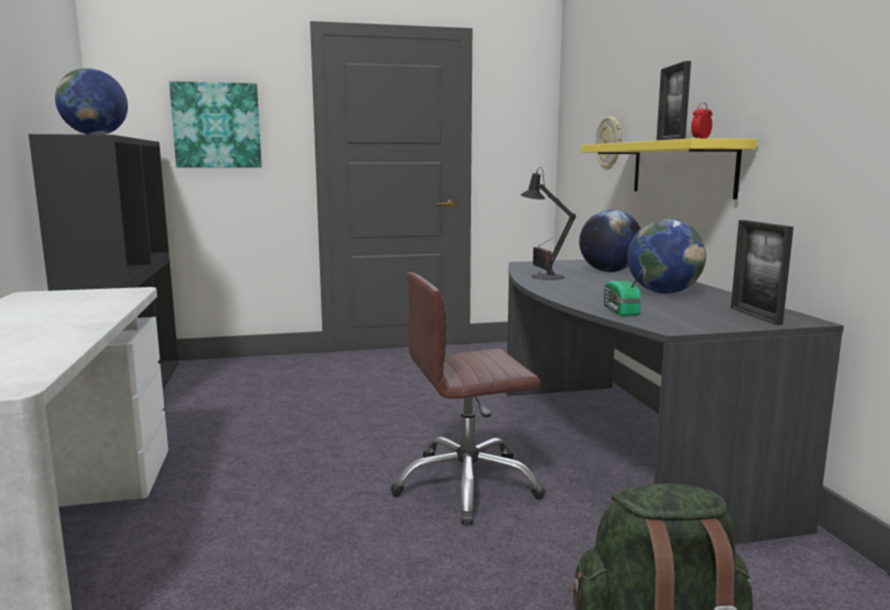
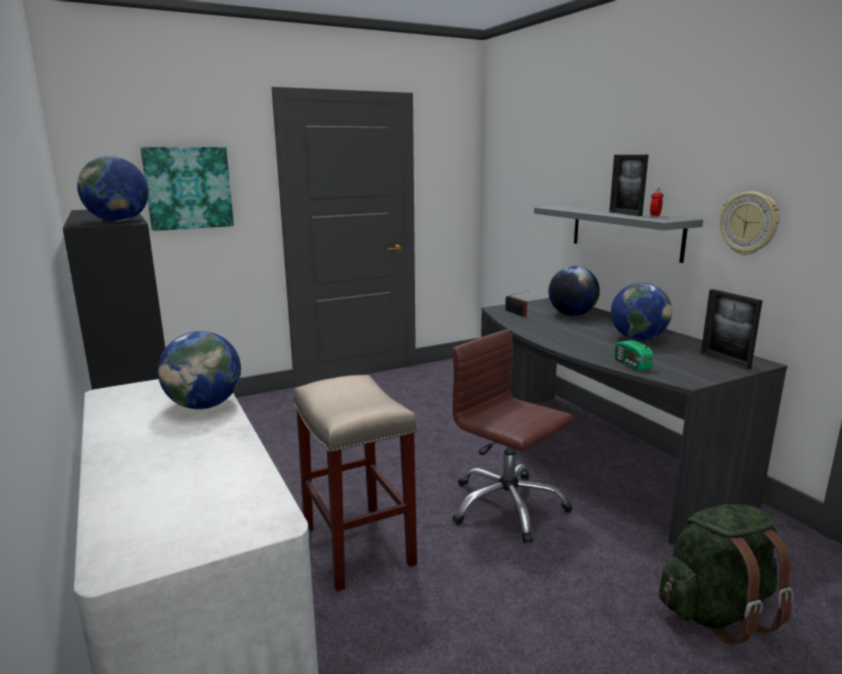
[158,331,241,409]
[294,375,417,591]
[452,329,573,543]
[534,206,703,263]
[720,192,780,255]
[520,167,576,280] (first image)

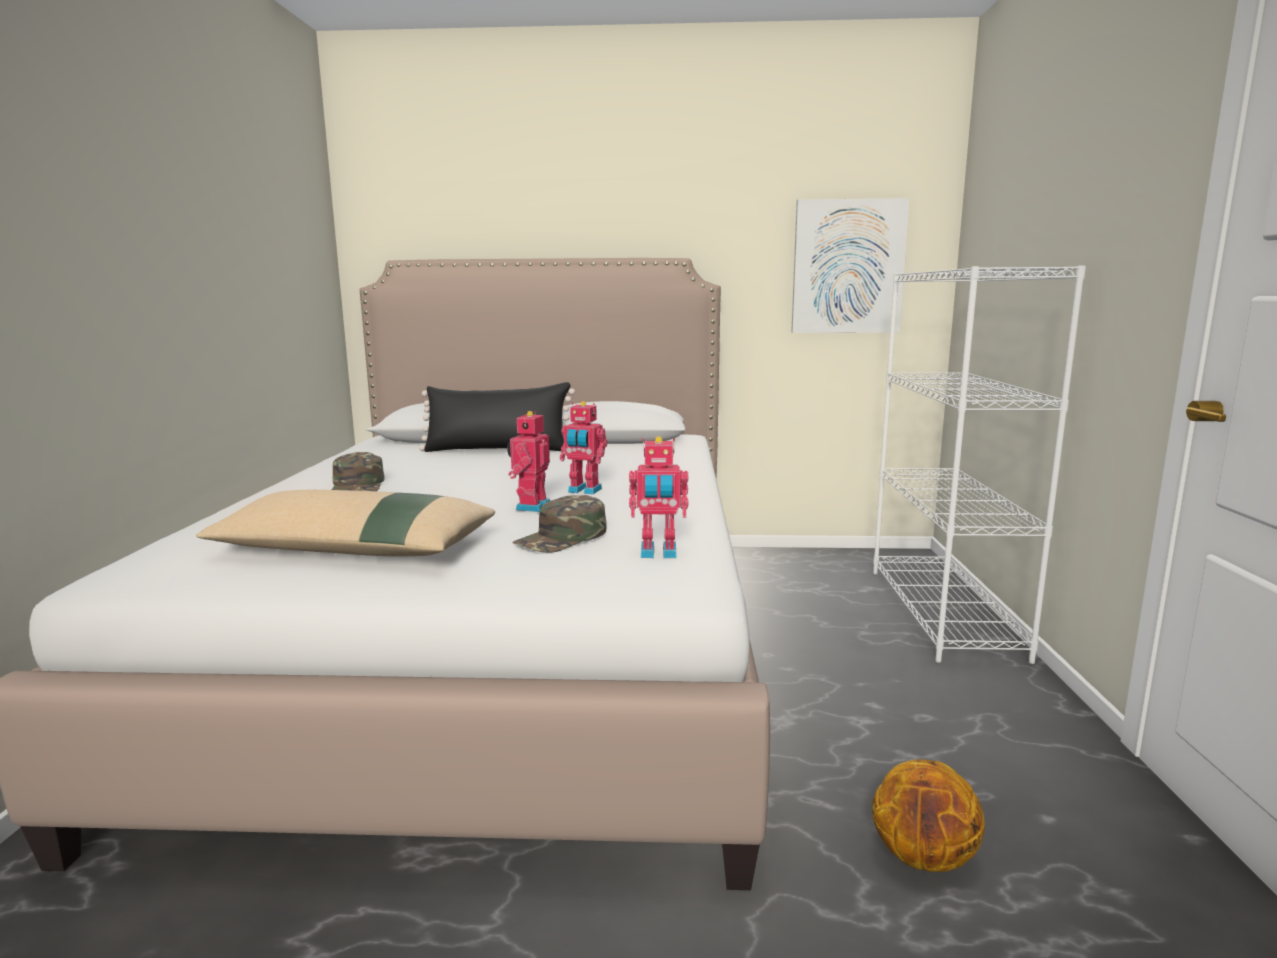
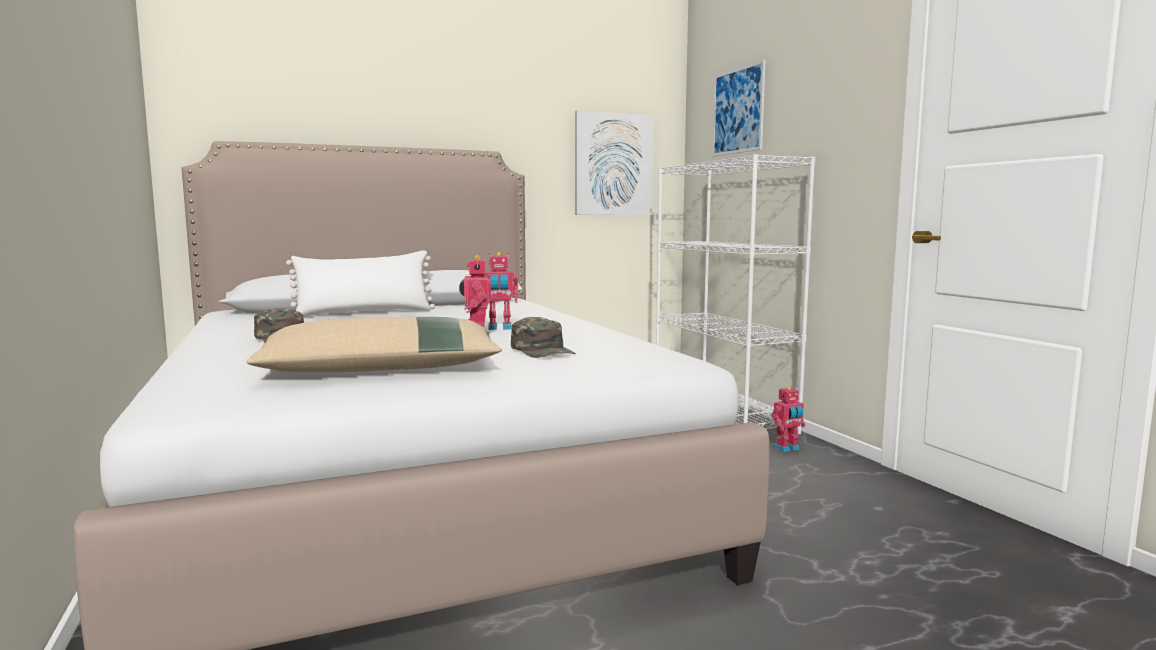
[286,250,435,317]
[511,317,576,358]
[712,60,766,156]
[771,386,806,452]
[872,759,985,872] (first image)

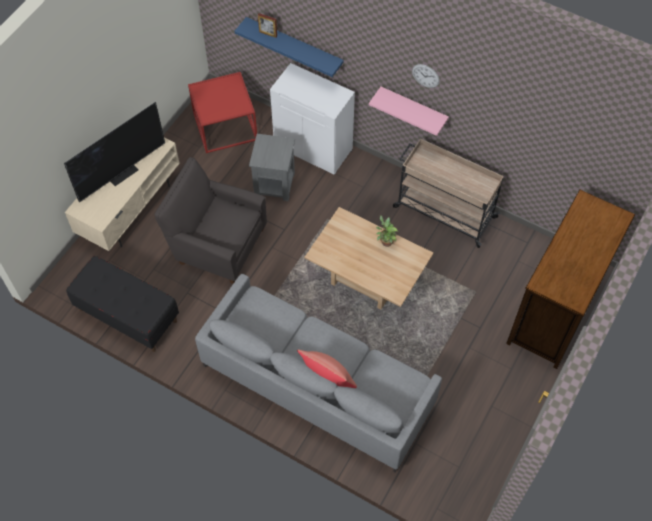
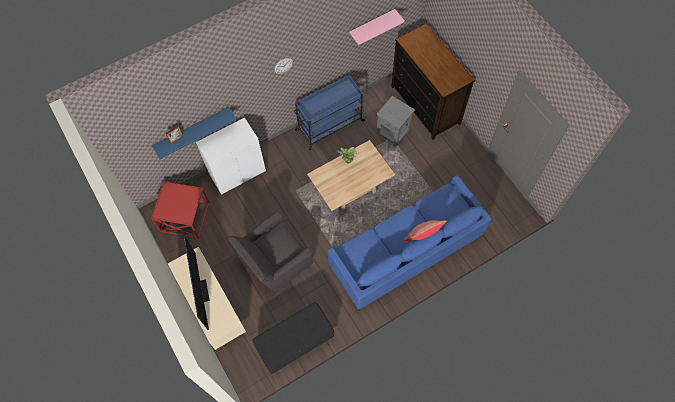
[294,75,366,150]
[327,176,492,311]
[349,9,405,45]
[376,96,415,147]

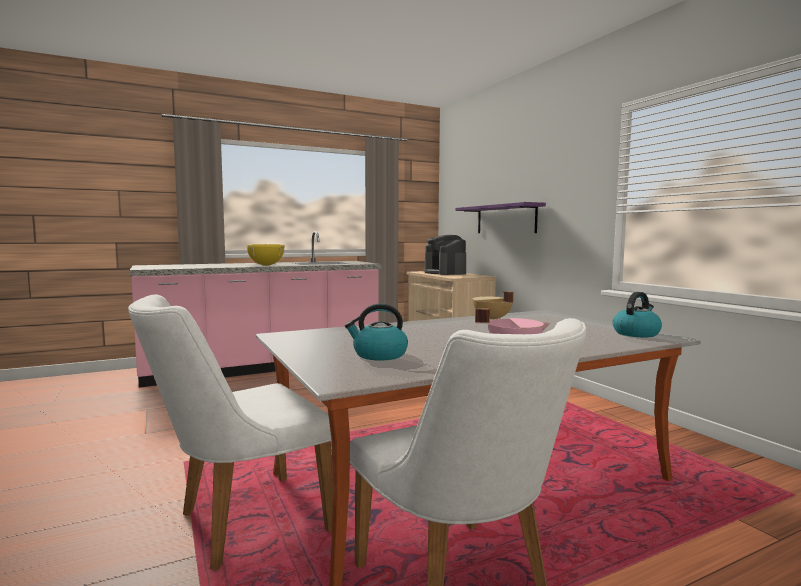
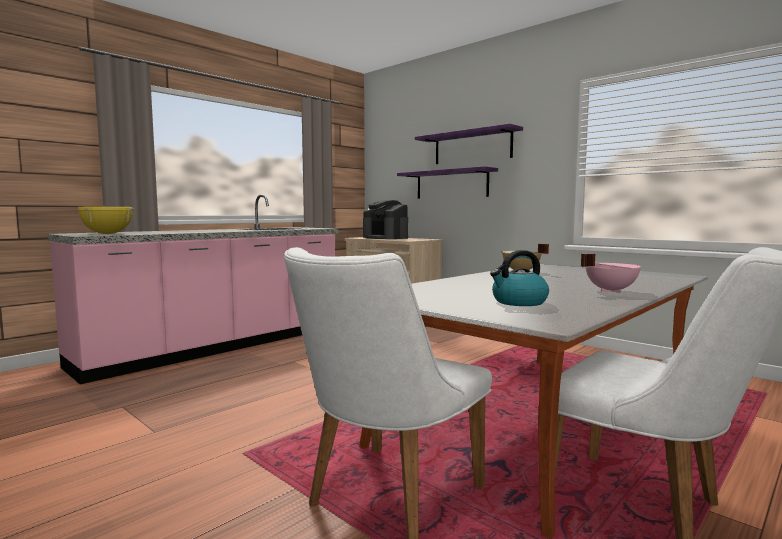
[78,207,134,234]
[415,124,523,164]
[613,292,662,337] (first image)

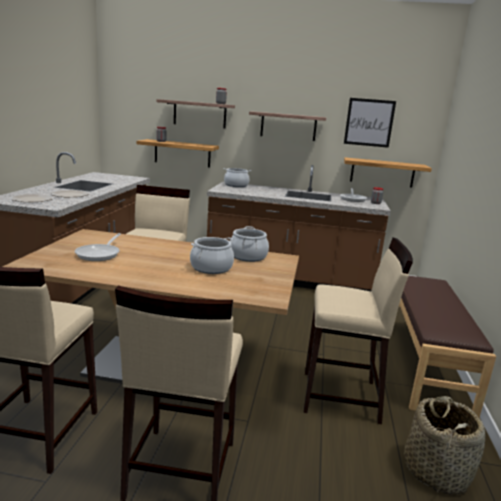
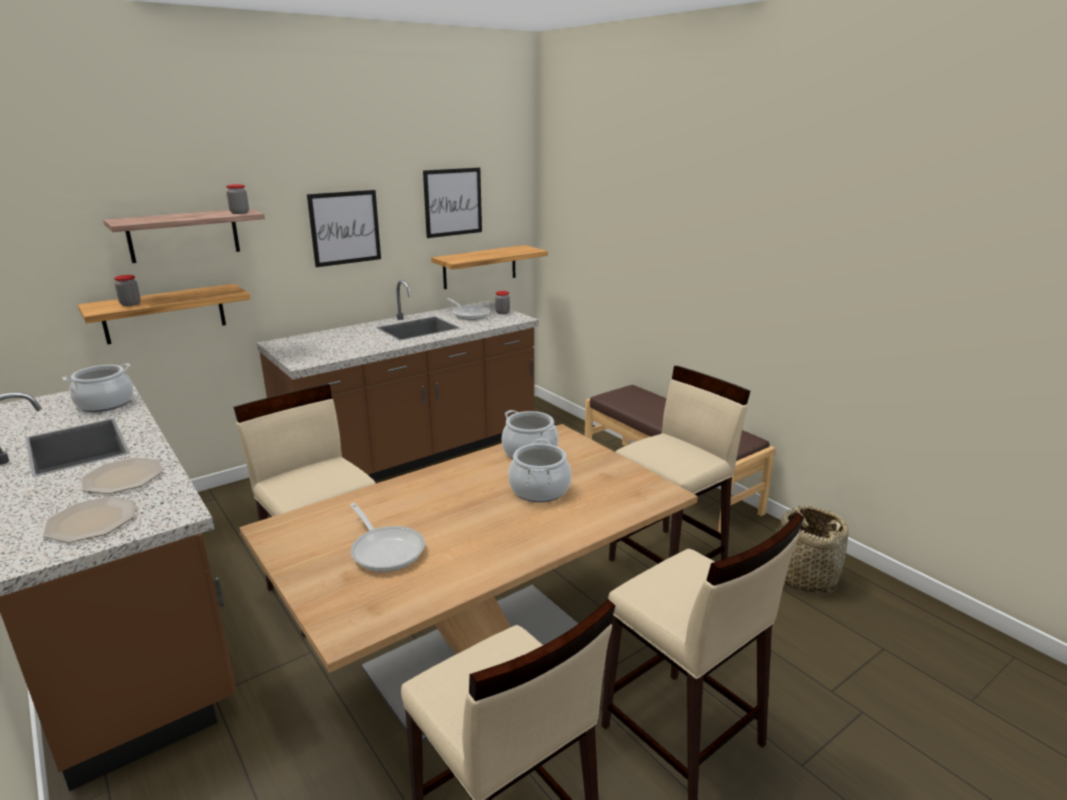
[62,363,133,412]
[307,190,381,267]

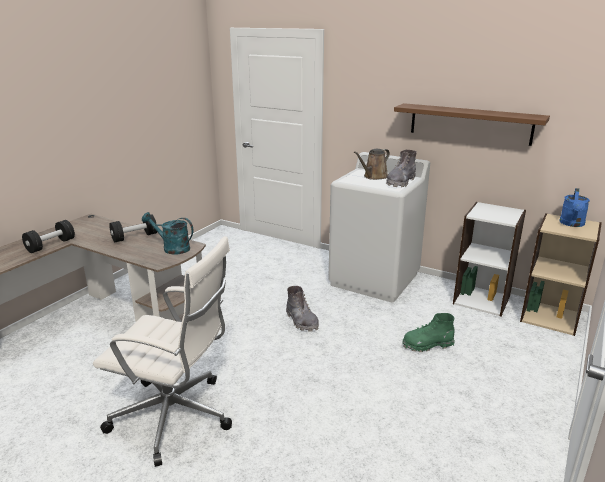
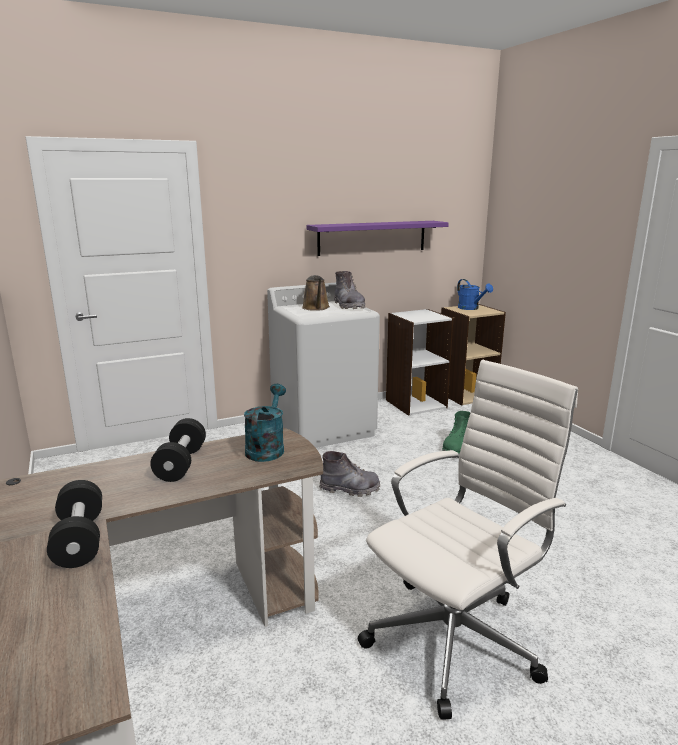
[244,384,286,462]
[306,221,449,256]

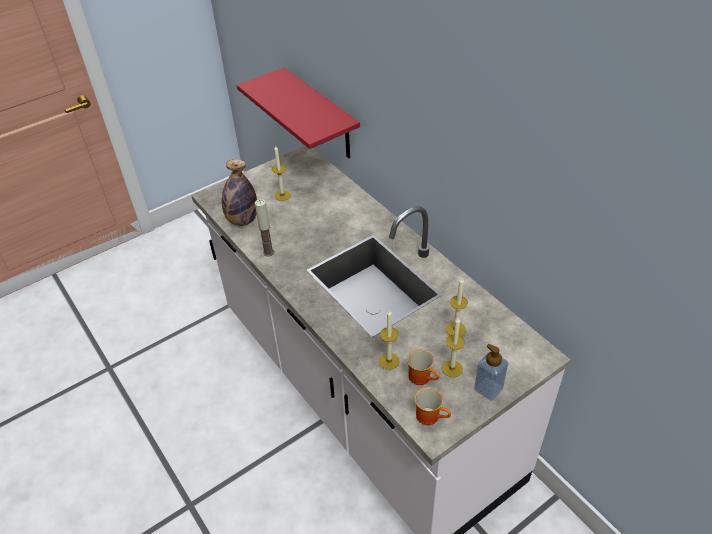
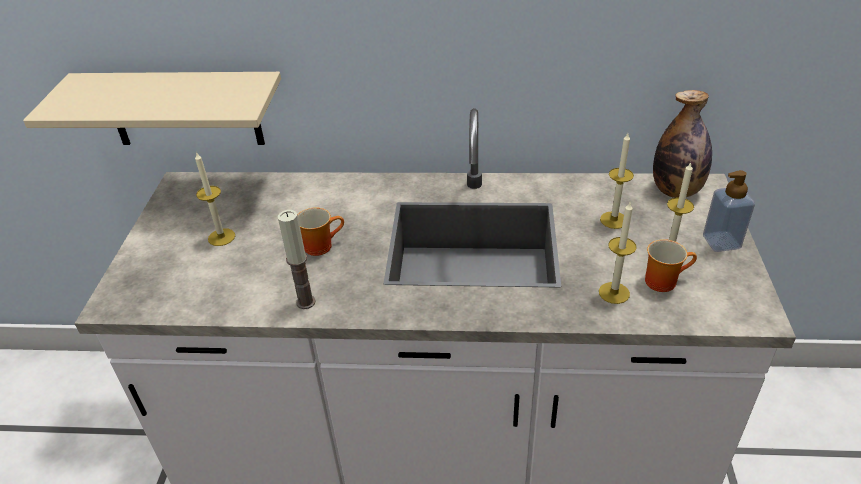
[23,72,281,145]
[297,207,344,256]
[653,90,712,198]

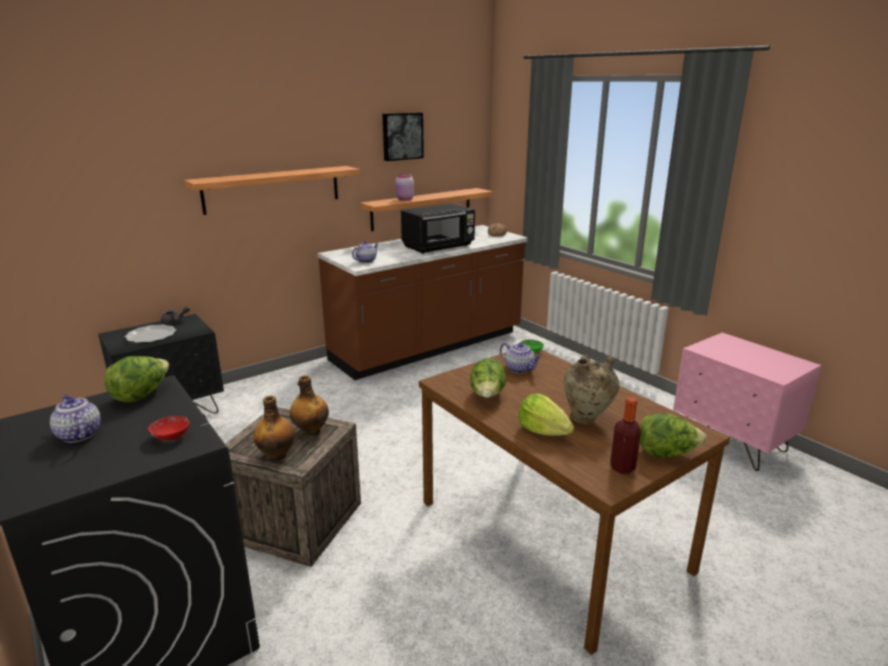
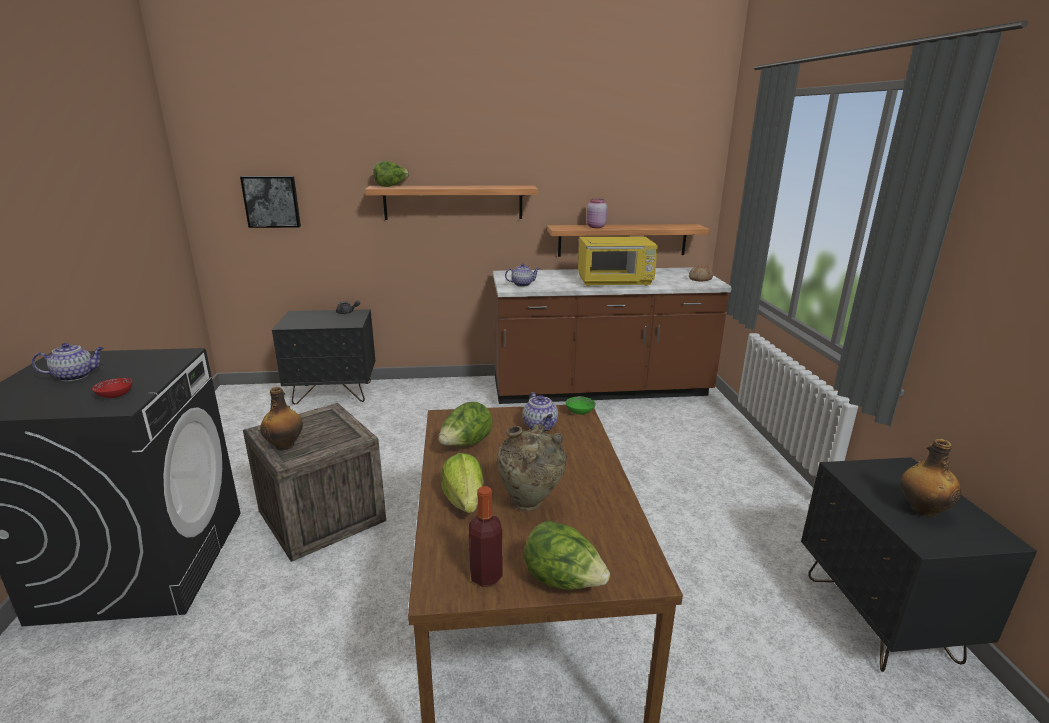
[31,343,104,381]
[240,176,301,228]
[373,161,410,187]
[578,237,658,286]
[801,457,1037,672]
[900,439,961,518]
[125,324,176,344] (first image)

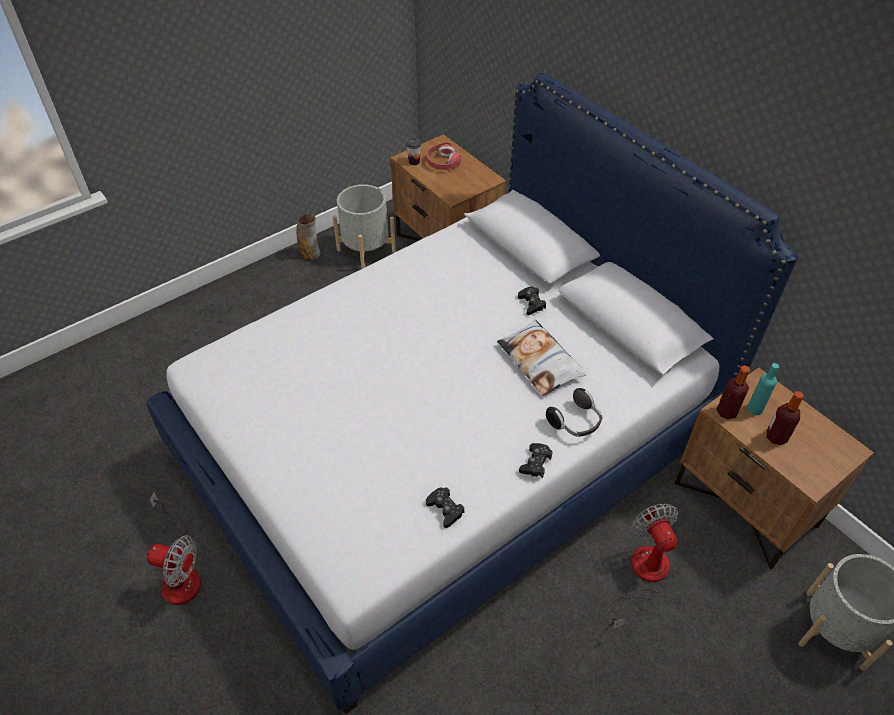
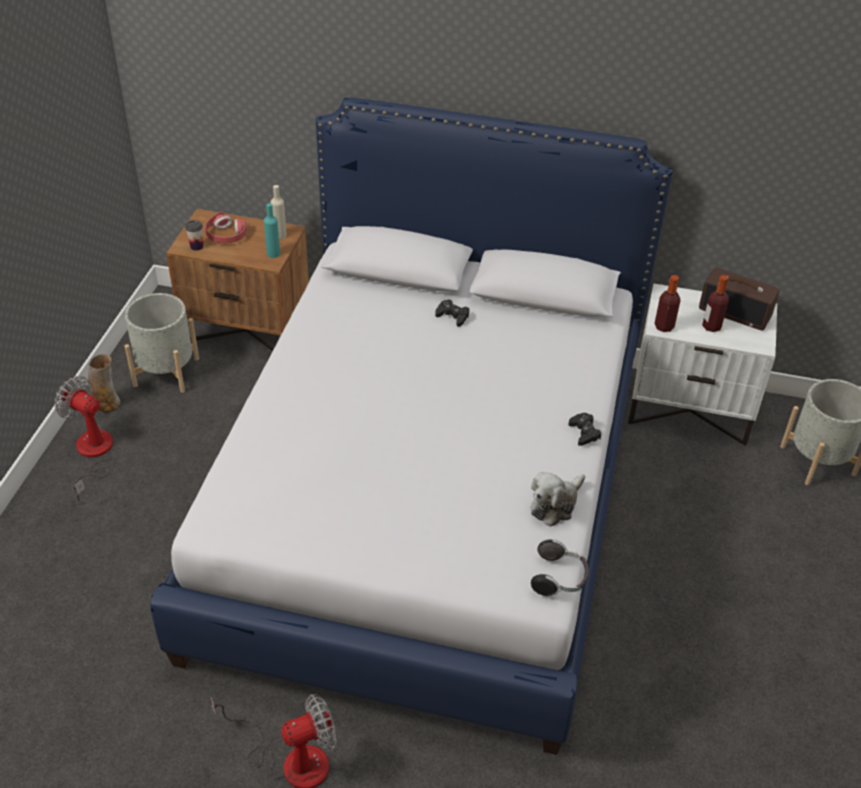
[54,376,114,501]
[264,203,280,258]
[270,185,287,239]
[531,472,585,527]
[531,539,589,596]
[628,284,777,446]
[699,268,779,330]
[497,320,586,396] (first image)

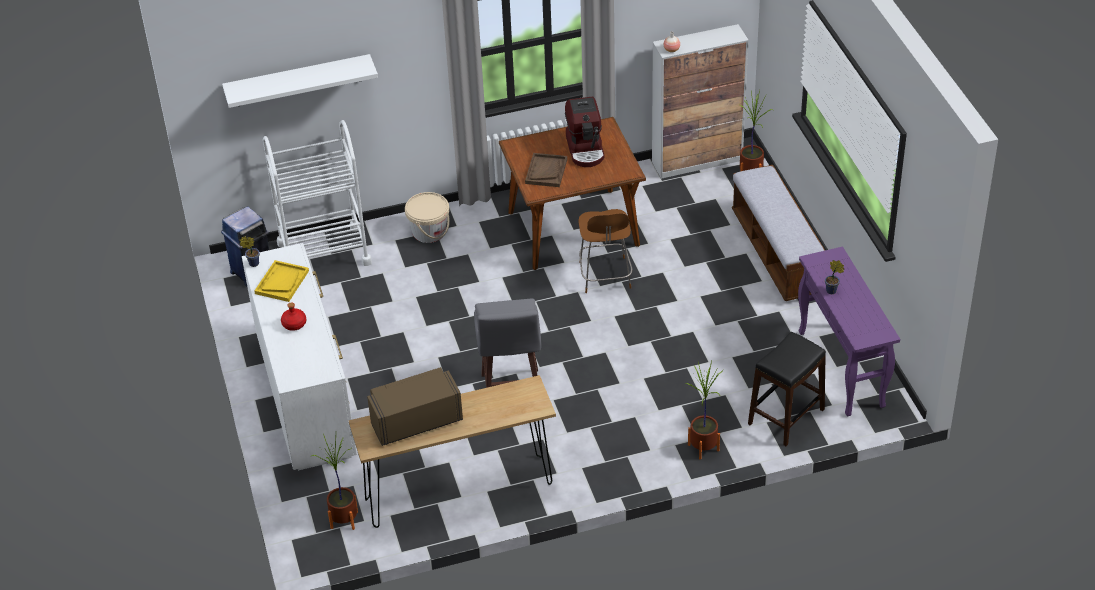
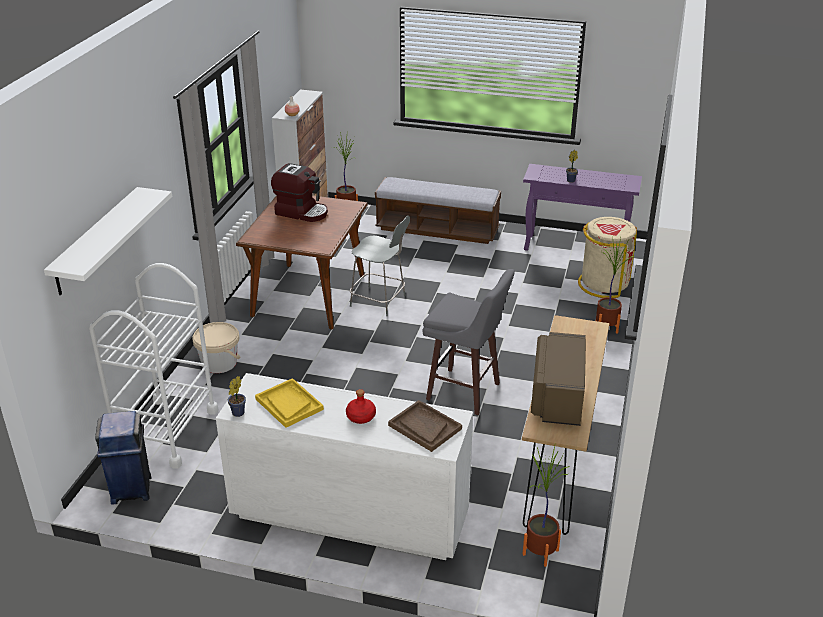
[350,216,410,316]
[388,400,462,452]
[578,217,637,298]

